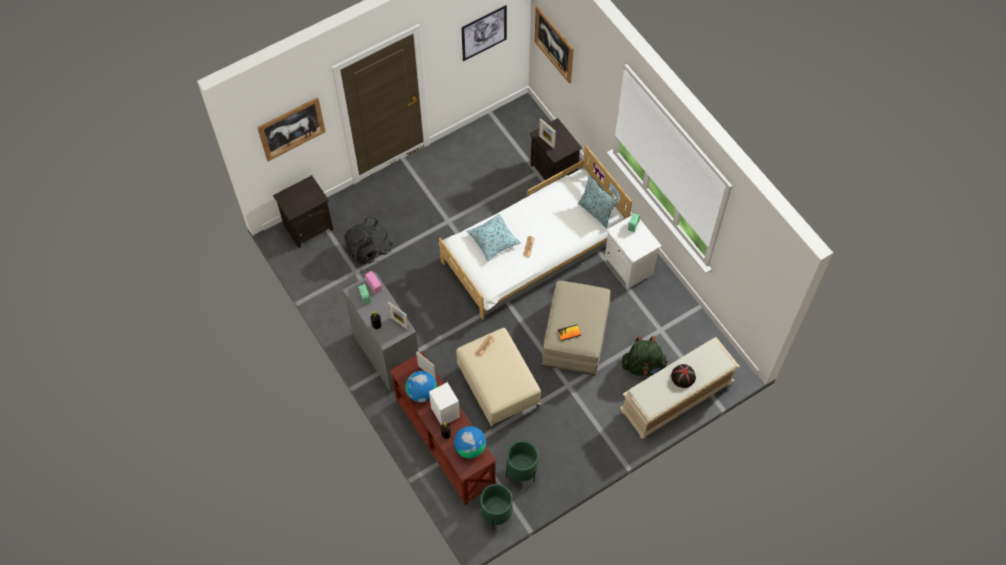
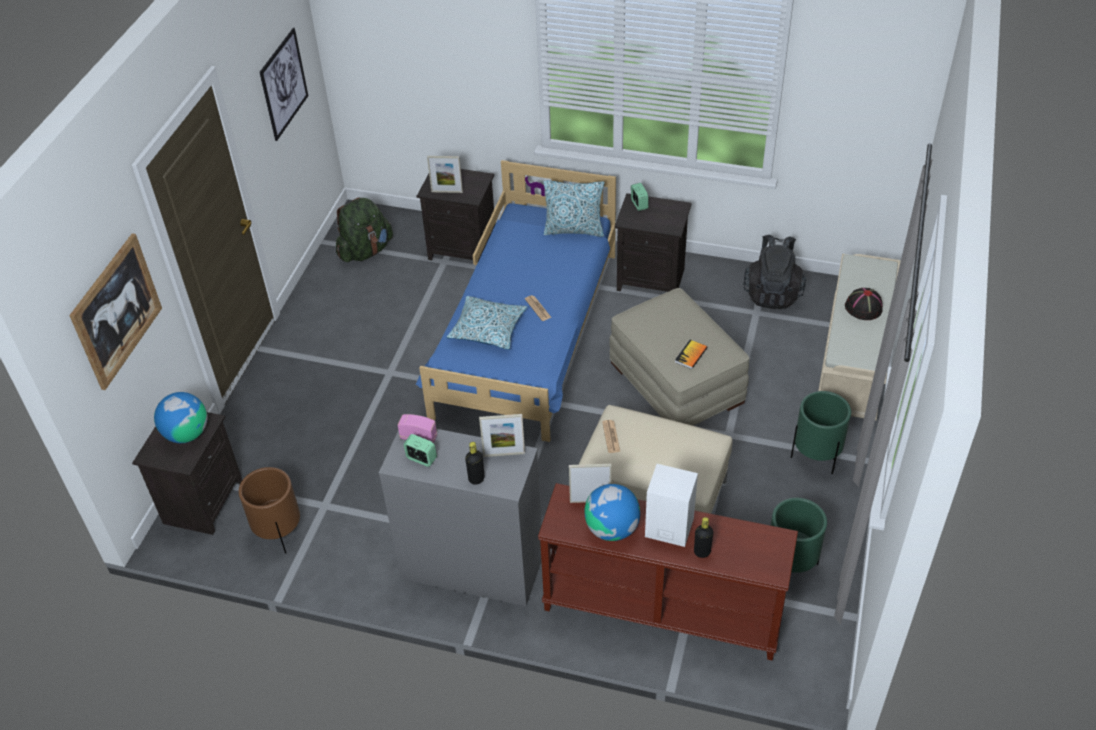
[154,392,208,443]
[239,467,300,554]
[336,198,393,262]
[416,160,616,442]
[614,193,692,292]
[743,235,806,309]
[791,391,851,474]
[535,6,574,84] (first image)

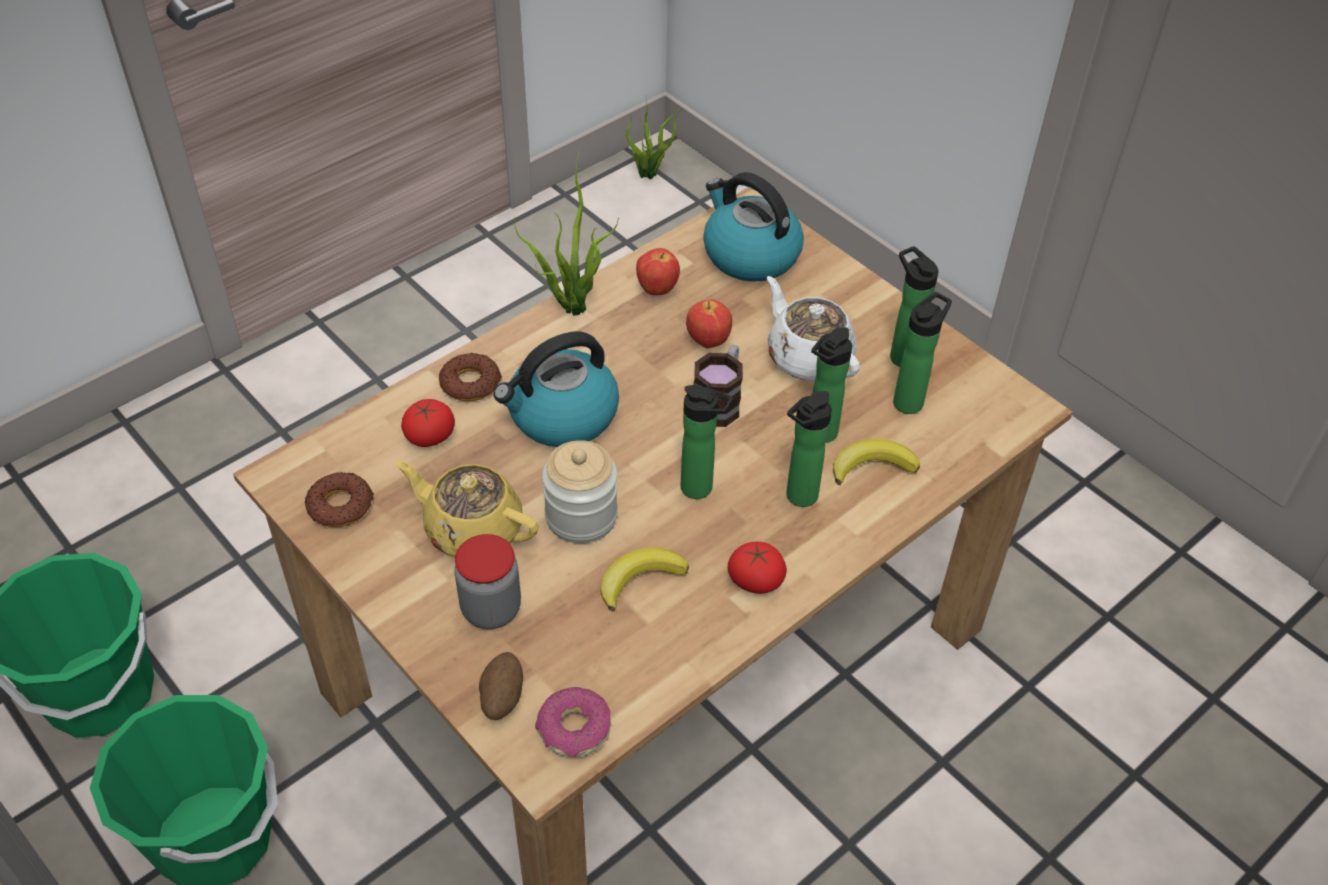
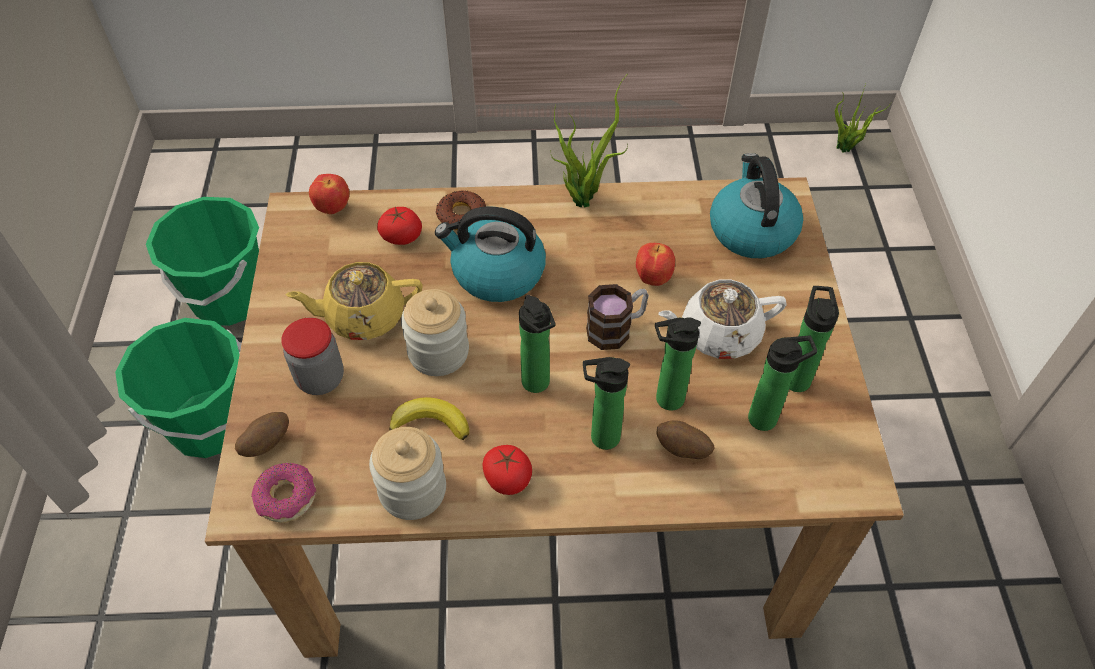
[286,262,423,340]
[309,174,350,214]
[369,427,446,520]
[656,420,715,459]
[658,280,787,359]
[305,472,374,527] (first image)

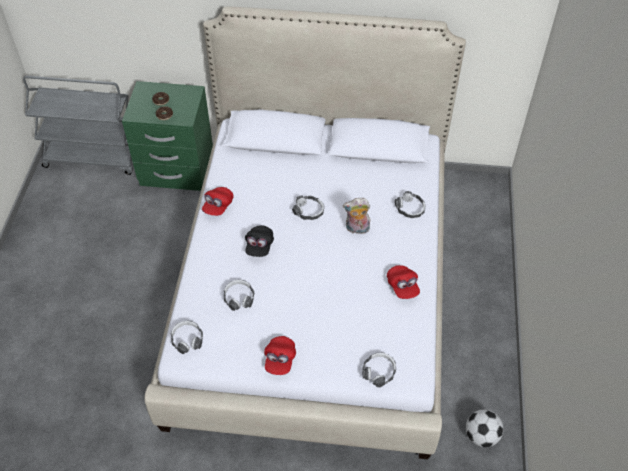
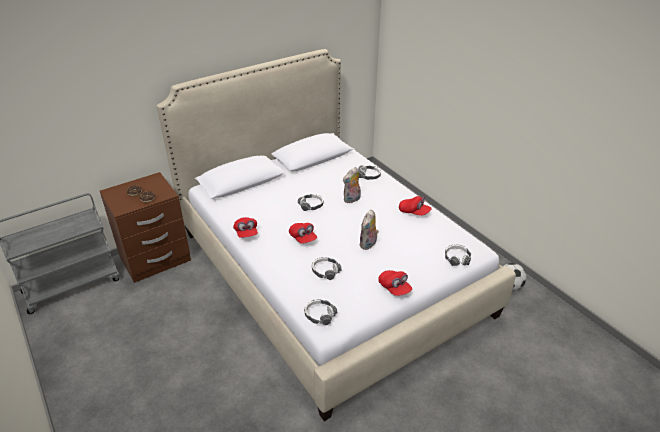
[100,172,191,283]
[289,223,317,244]
[359,209,379,250]

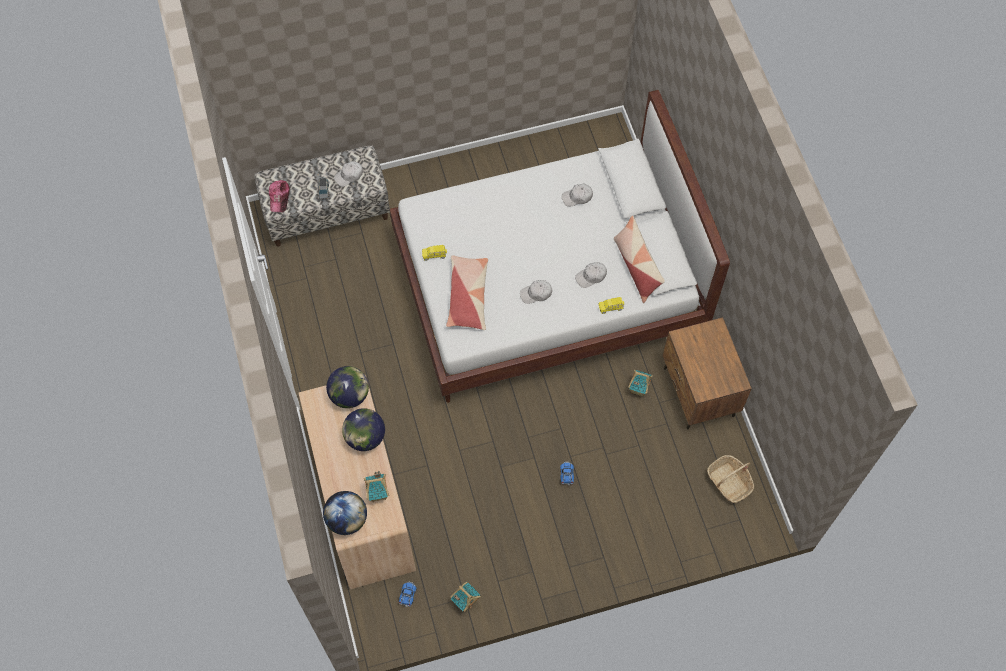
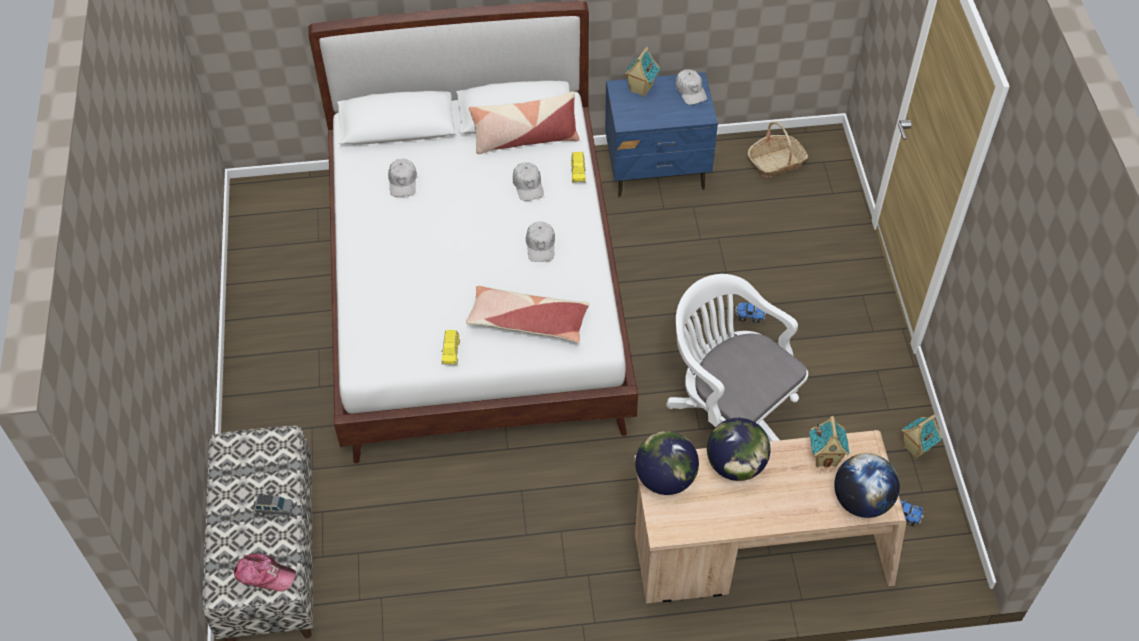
[605,72,718,197]
[624,47,660,97]
[667,274,808,441]
[676,69,707,105]

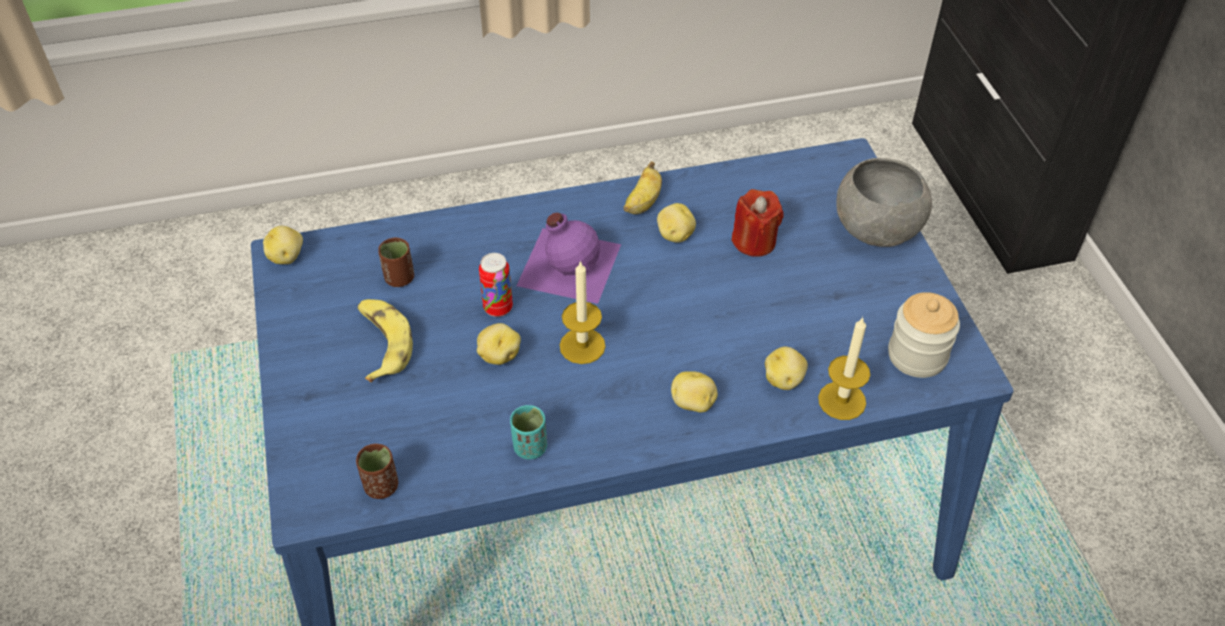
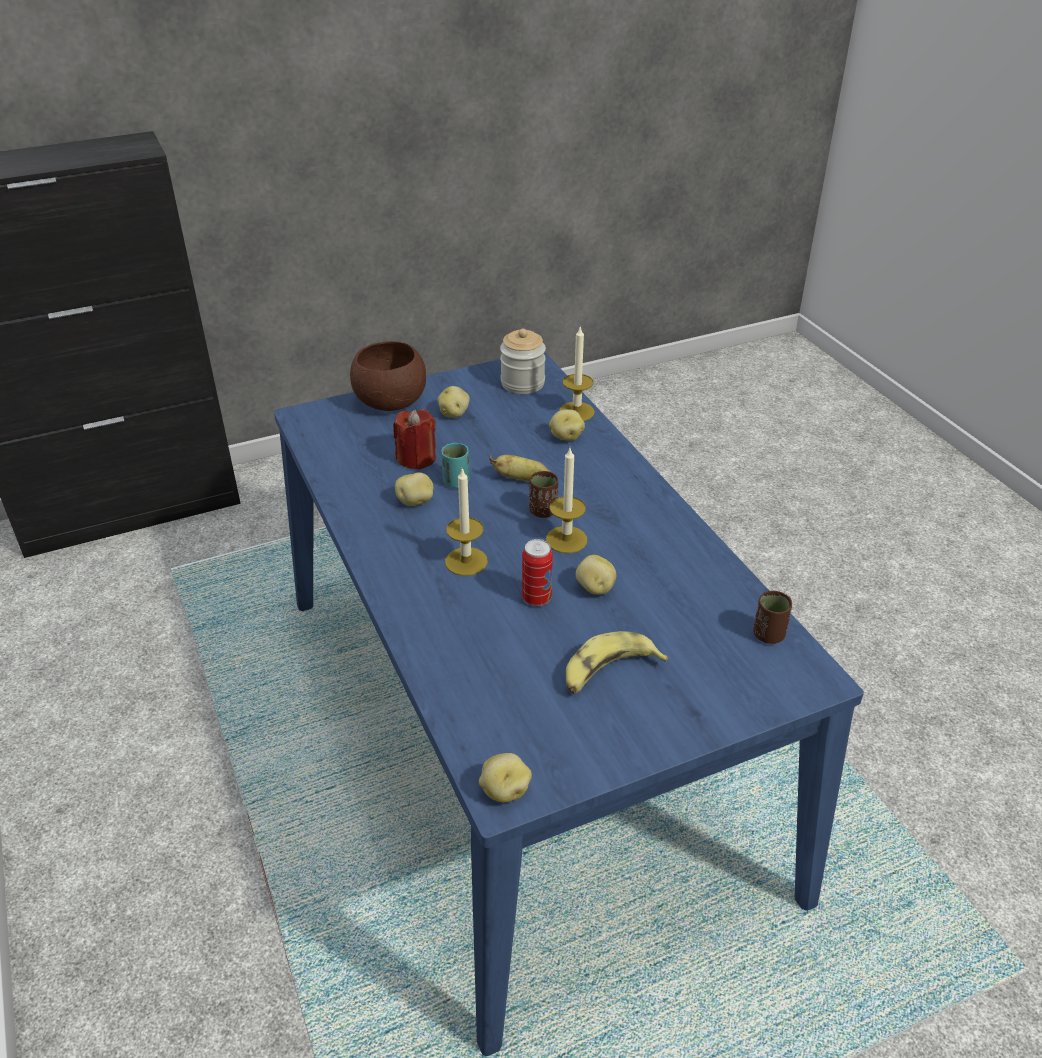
[350,341,426,411]
[438,386,470,418]
[441,443,470,488]
[445,468,488,576]
[490,455,551,482]
[529,471,558,518]

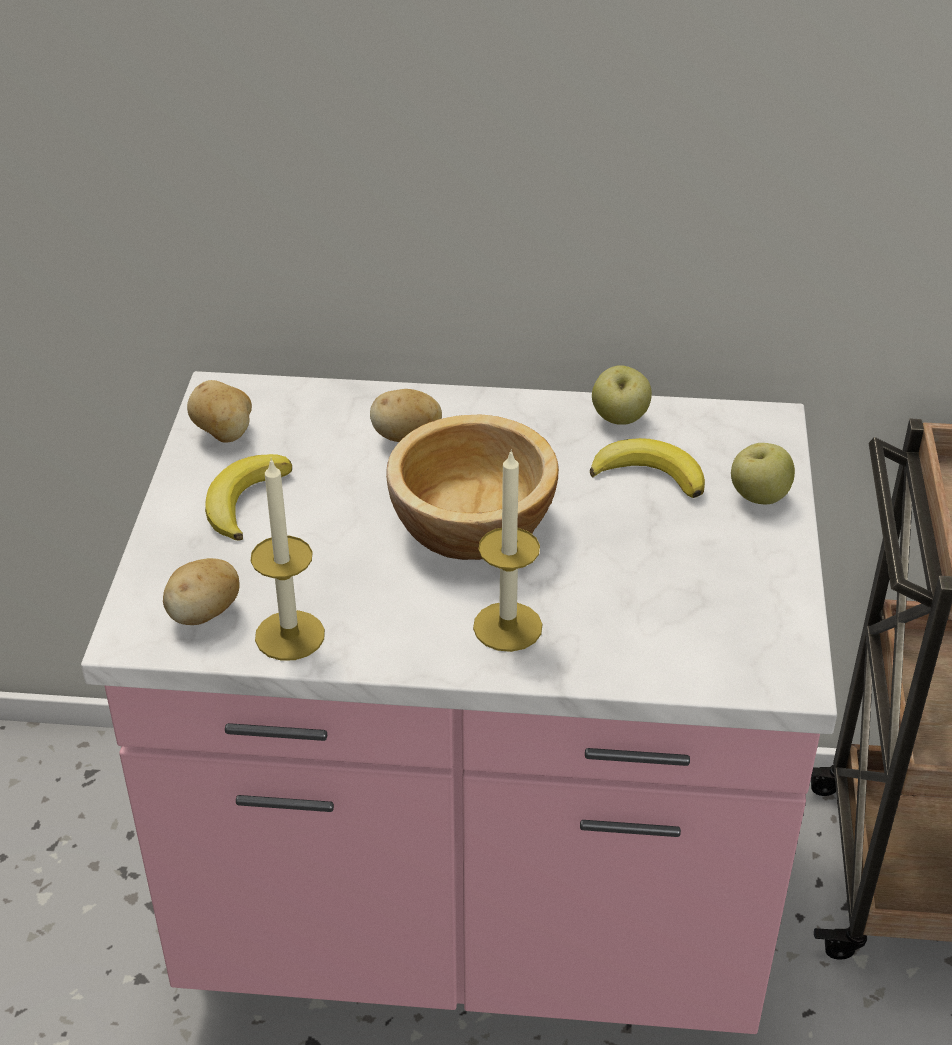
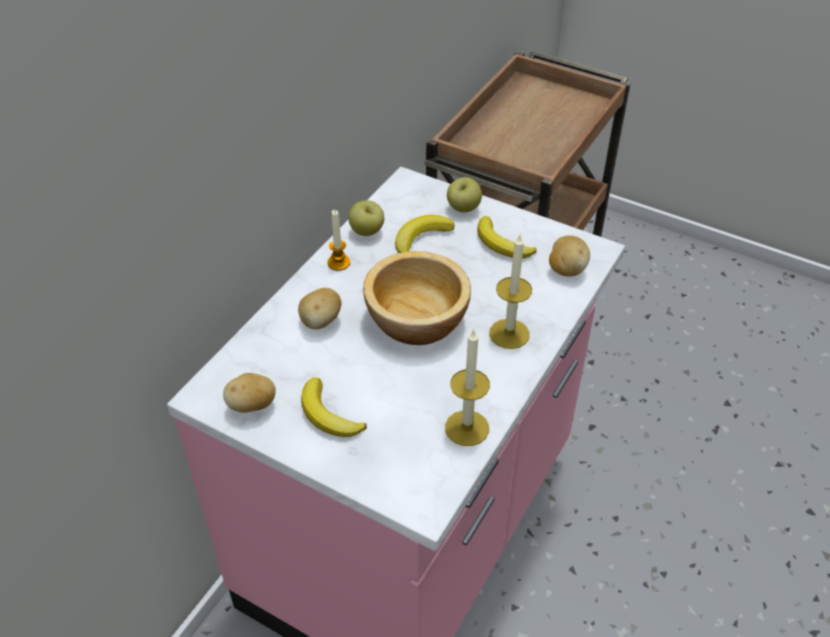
[327,210,350,271]
[477,216,537,258]
[549,235,590,277]

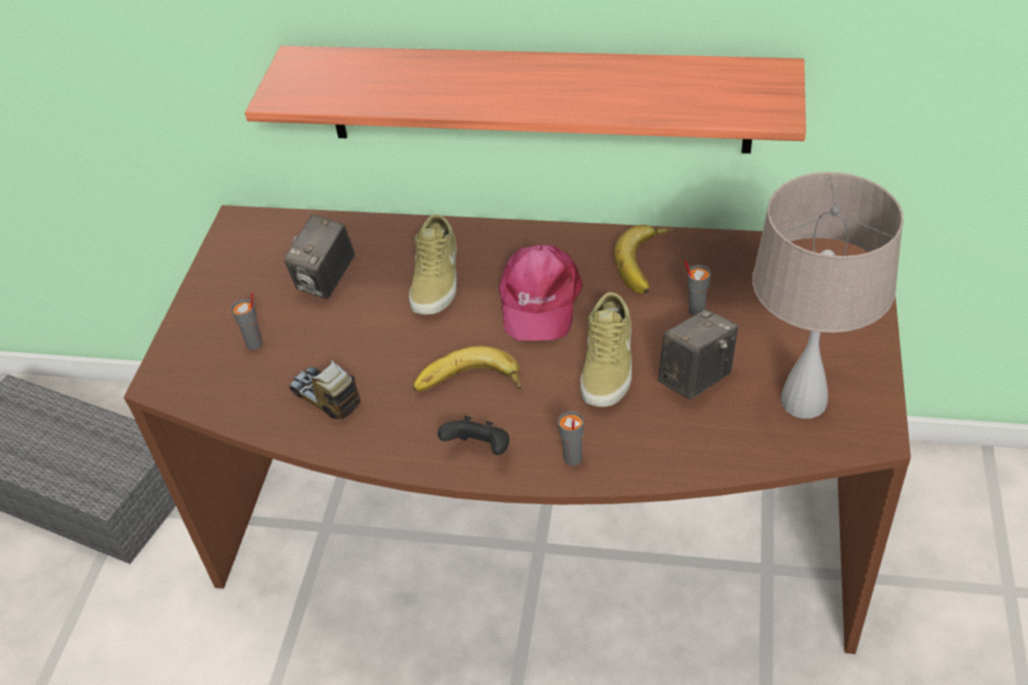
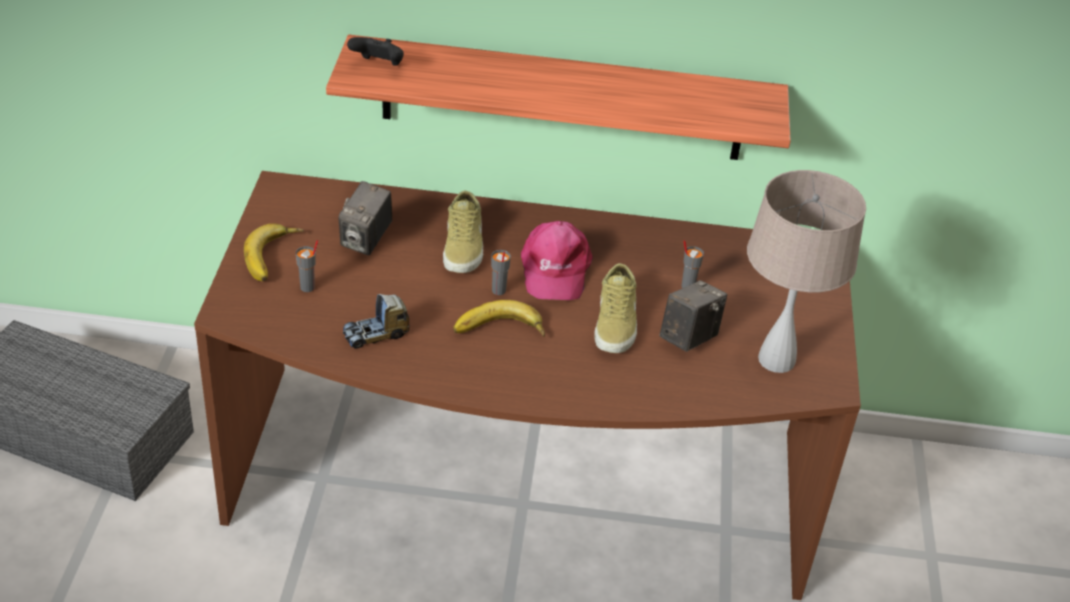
[244,223,304,281]
[343,294,410,349]
[347,37,404,66]
[491,250,511,295]

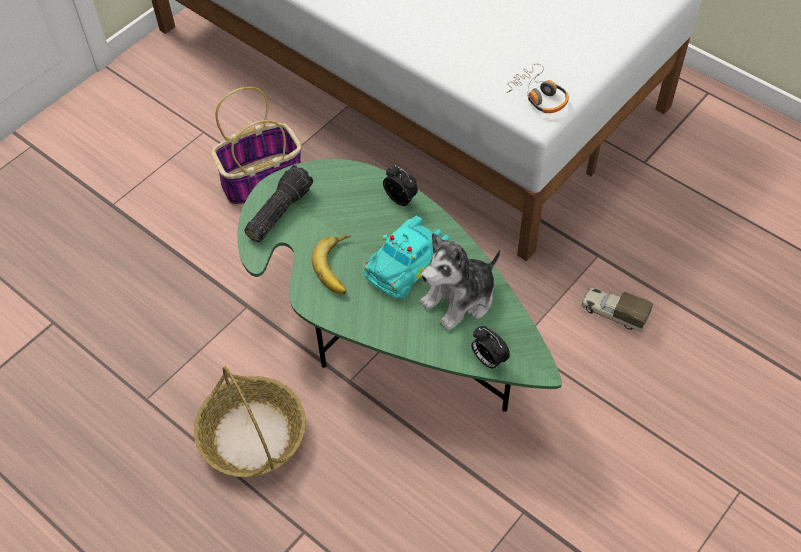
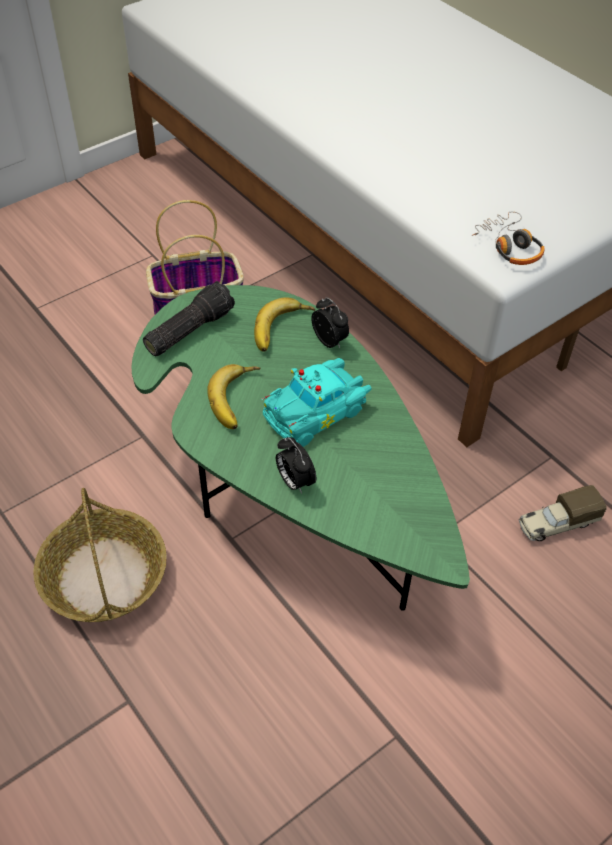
[254,297,315,352]
[276,437,316,494]
[519,485,607,541]
[420,233,501,331] (first image)

